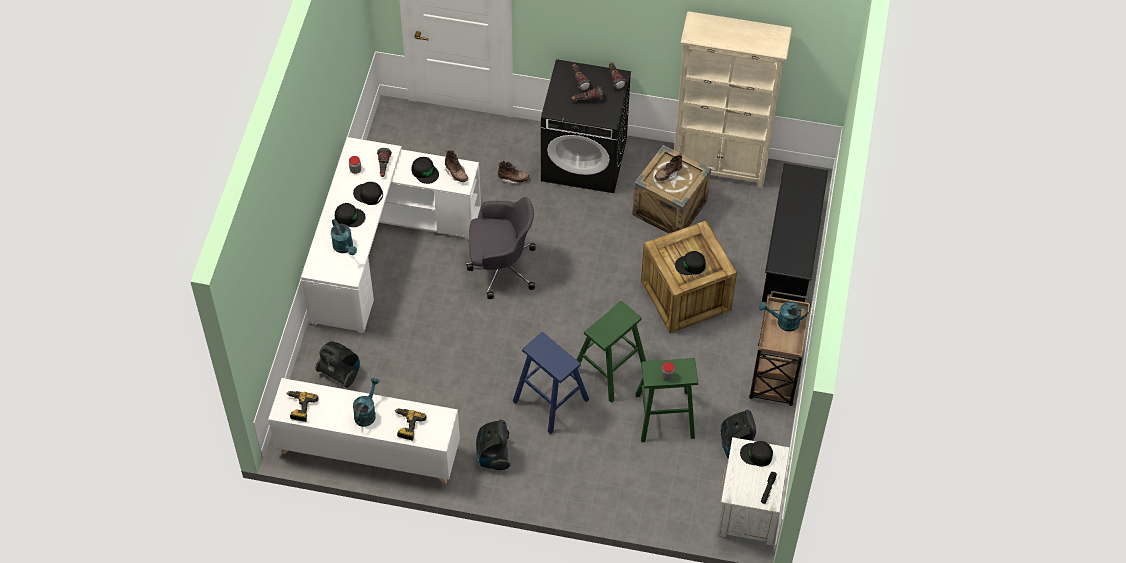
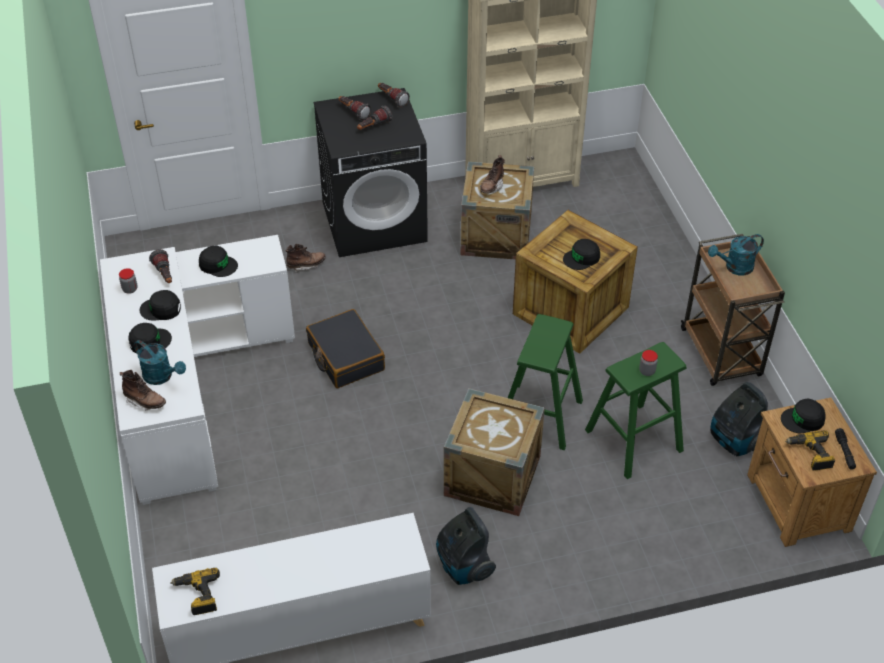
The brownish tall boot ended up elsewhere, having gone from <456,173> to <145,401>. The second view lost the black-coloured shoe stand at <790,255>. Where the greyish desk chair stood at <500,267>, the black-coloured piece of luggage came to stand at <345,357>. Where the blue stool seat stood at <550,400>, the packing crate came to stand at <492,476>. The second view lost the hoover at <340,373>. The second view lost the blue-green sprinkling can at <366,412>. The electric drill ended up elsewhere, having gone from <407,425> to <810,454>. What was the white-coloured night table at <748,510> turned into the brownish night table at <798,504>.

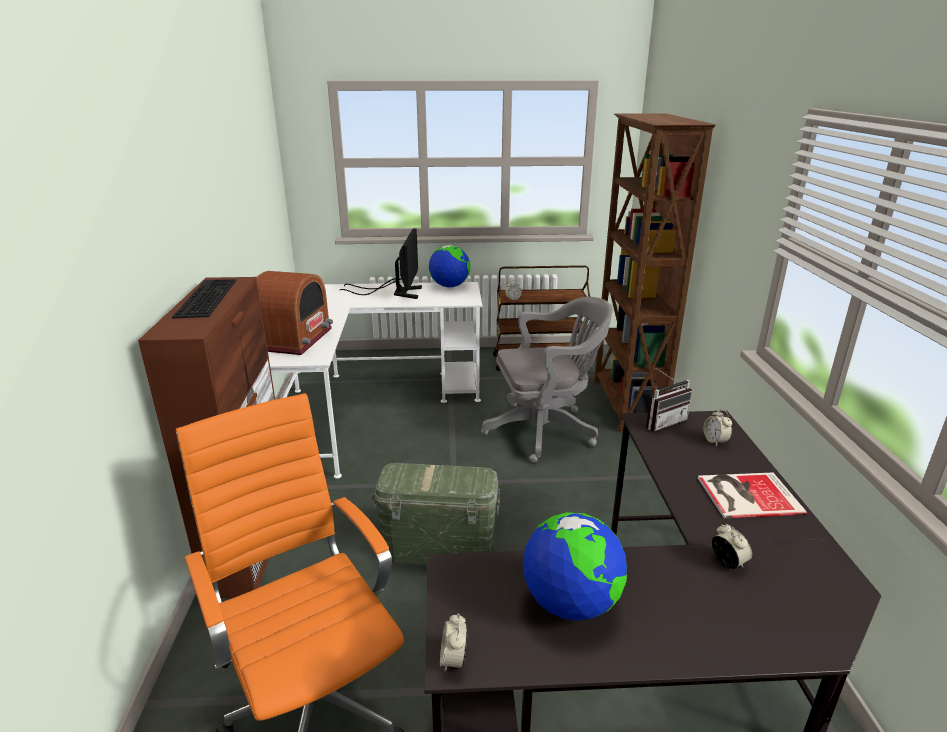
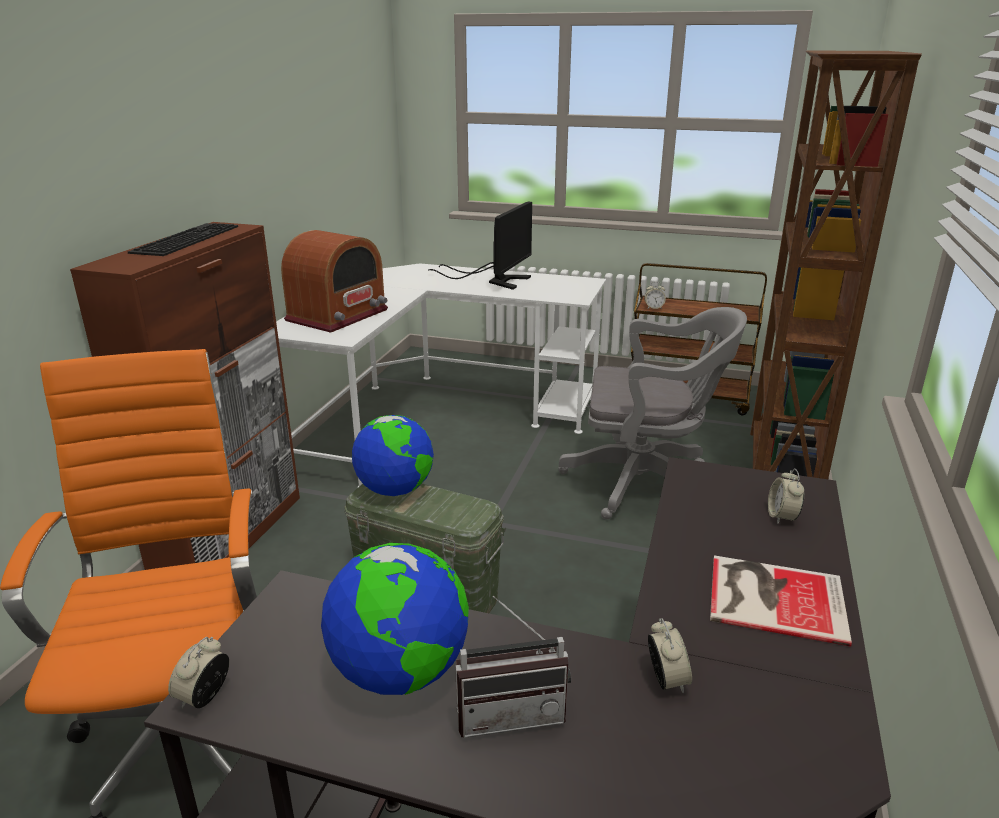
The desk globe ended up elsewhere, having gone from <449,286> to <395,490>. The radio receiver ended up elsewhere, having gone from <662,421> to <510,712>.

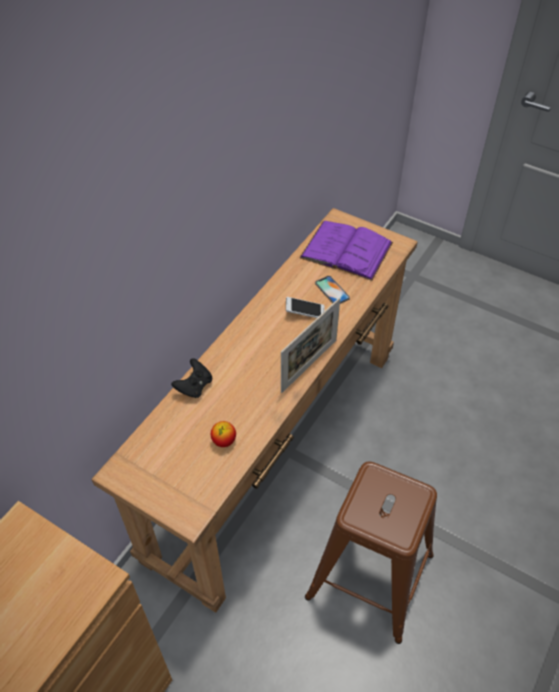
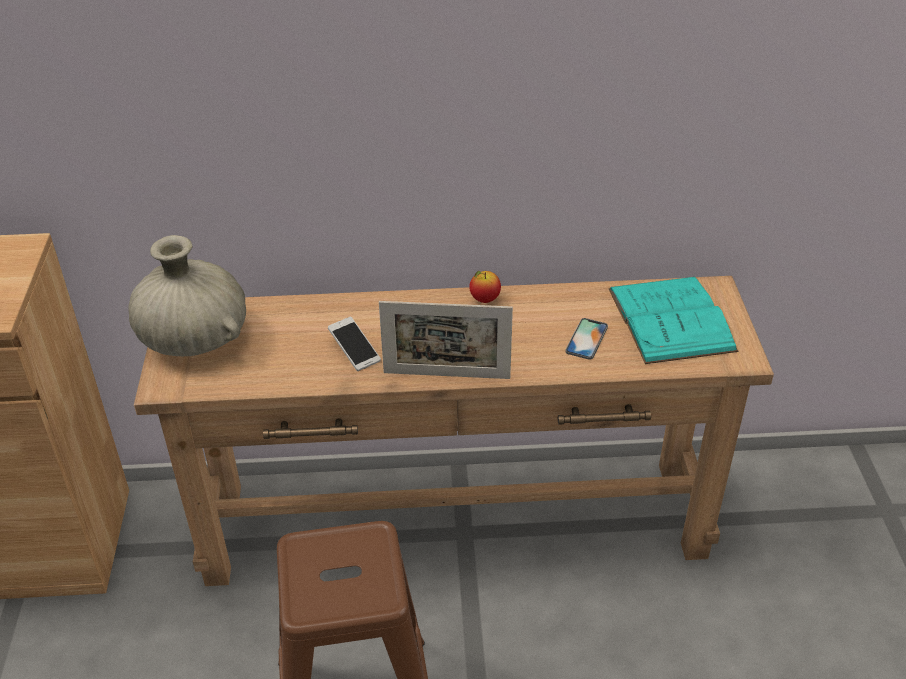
What was the purple-coloured volume at <346,250> turned into the blue-green volume at <670,319>. The telephone ended up elsewhere, having gone from <305,312> to <354,350>. The second view lost the black-coloured gamepad at <194,386>. The apple ended up elsewhere, having gone from <224,441> to <484,299>. The second view gained the beige-coloured decorative vase at <194,339>.

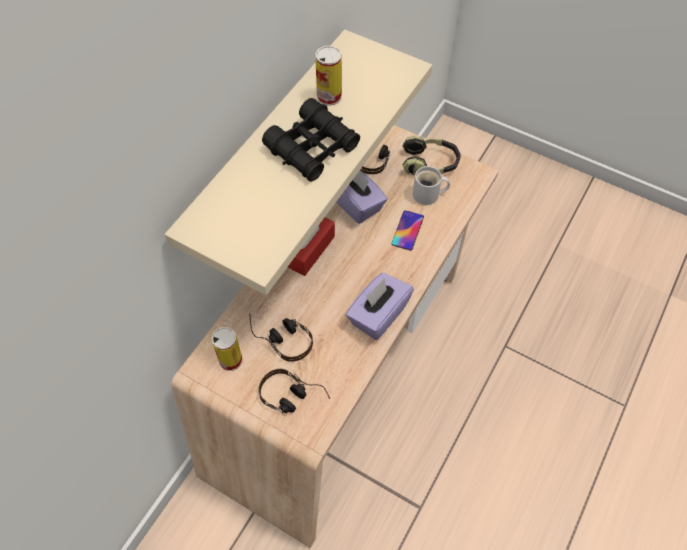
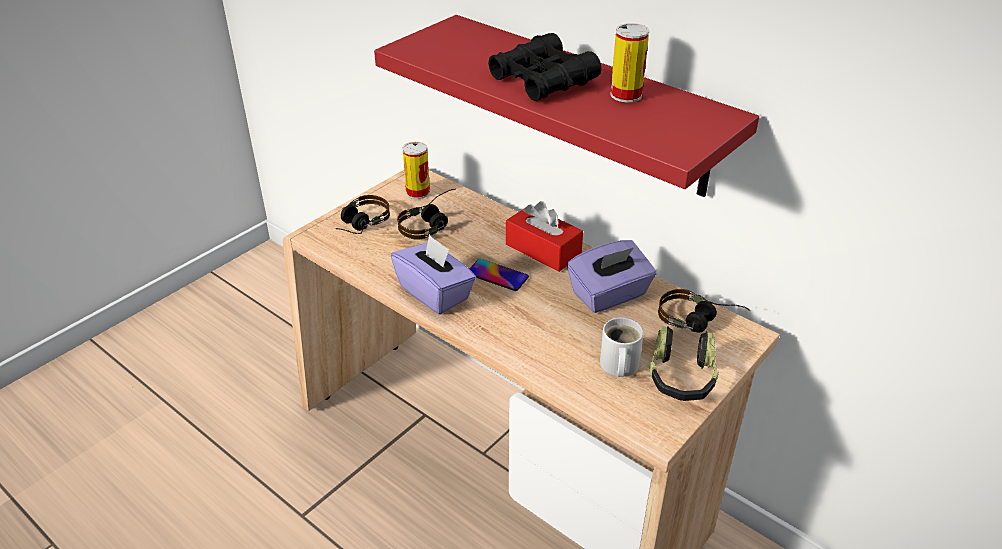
What was the beige-coloured wall shelf at <267,150> turned into the reddish wall shelf at <588,105>. The telephone ended up elsewhere, having gone from <407,230> to <497,275>.

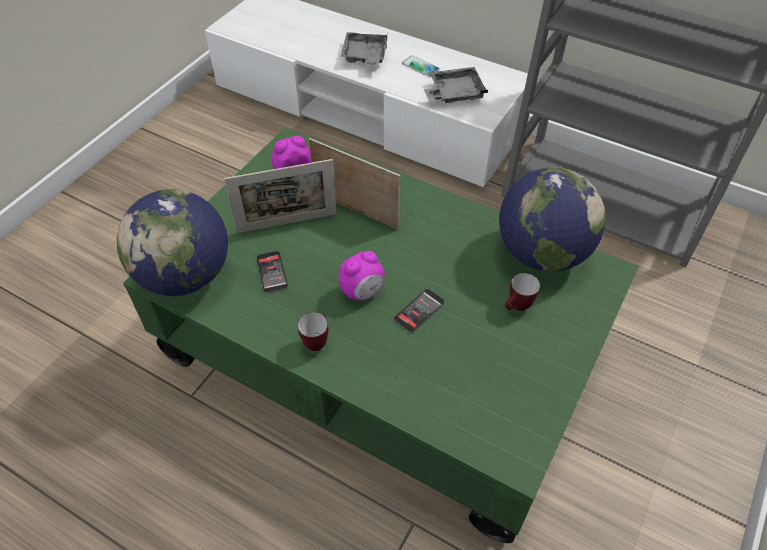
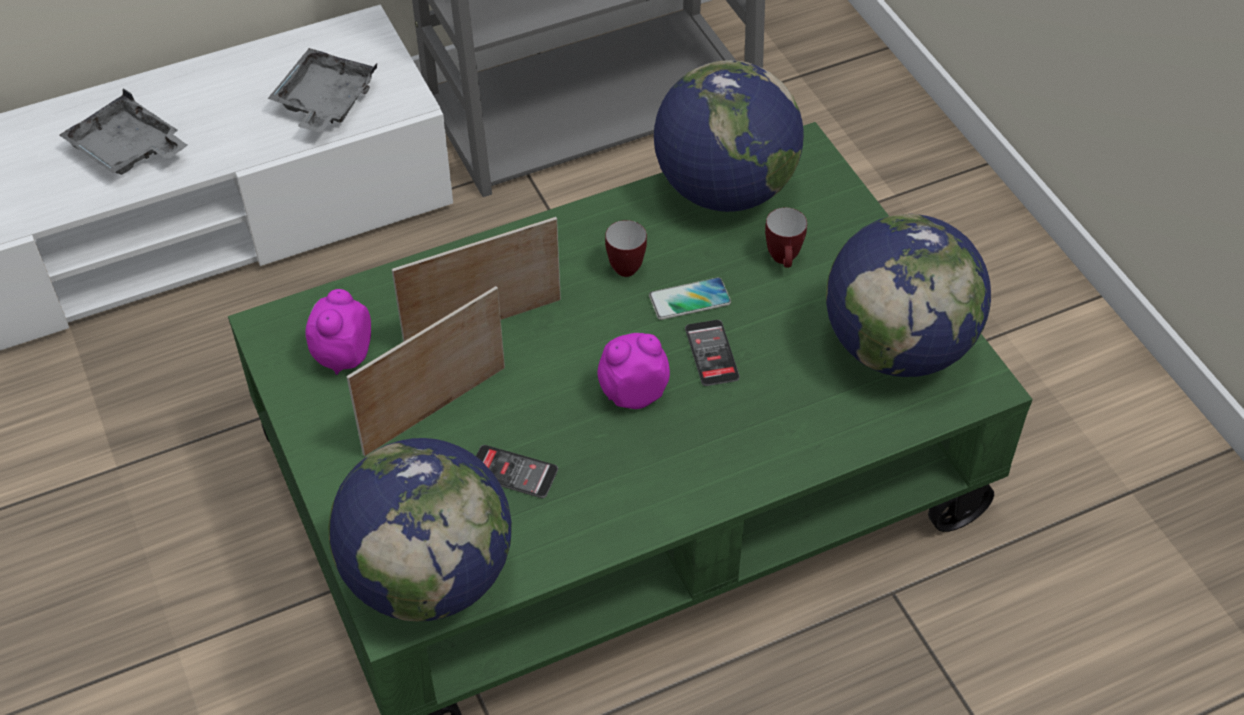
The telephone ended up elsewhere, having gone from <420,67> to <689,300>. The picture frame at <287,223> ended up facing another way, 150 degrees counterclockwise from before. The alarm clock at <362,292> ended up facing another way, 105 degrees counterclockwise from before. The mug ended up elsewhere, having gone from <317,341> to <621,266>. The second view gained the desk globe at <897,347>.

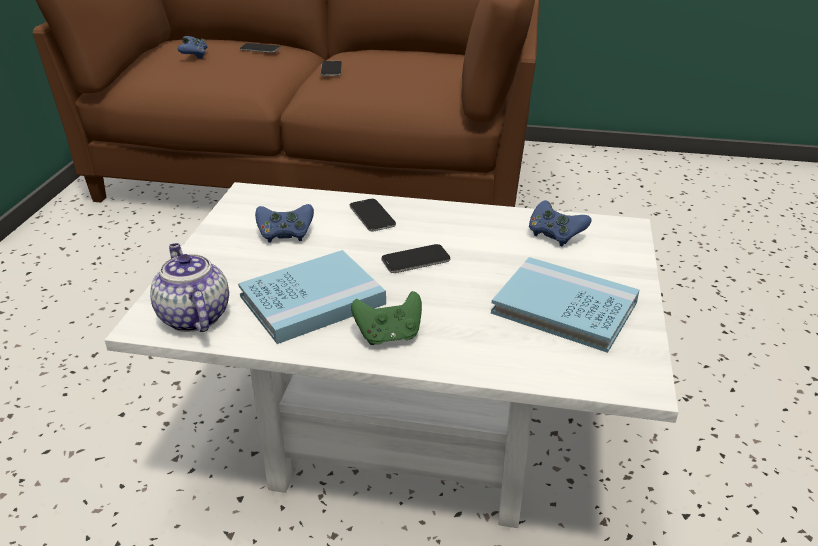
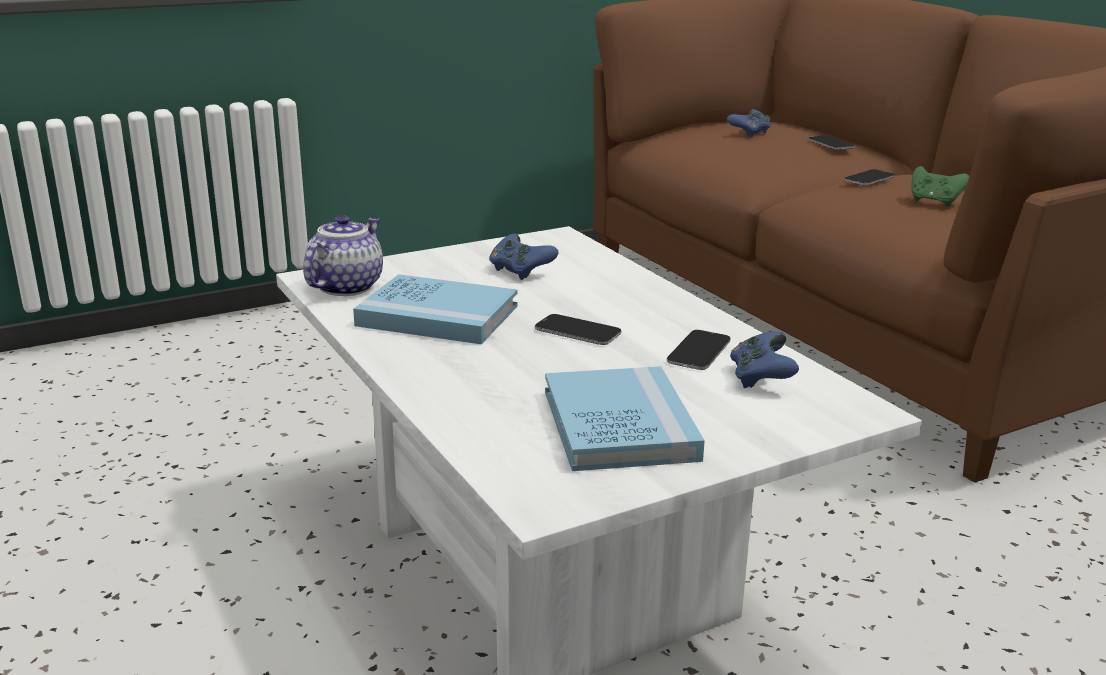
The telephone ended up elsewhere, having gone from <372,216> to <699,352>. The greenish gamepad ended up elsewhere, having gone from <389,336> to <934,202>.

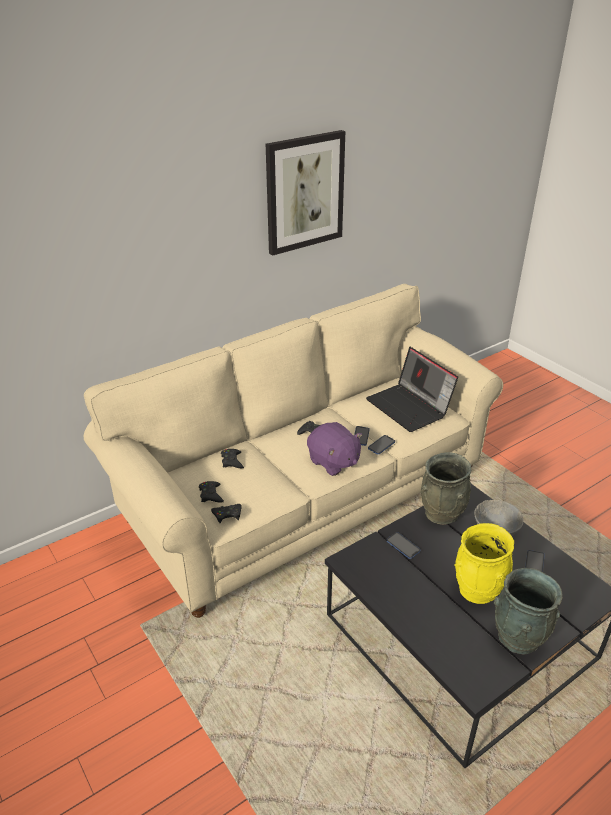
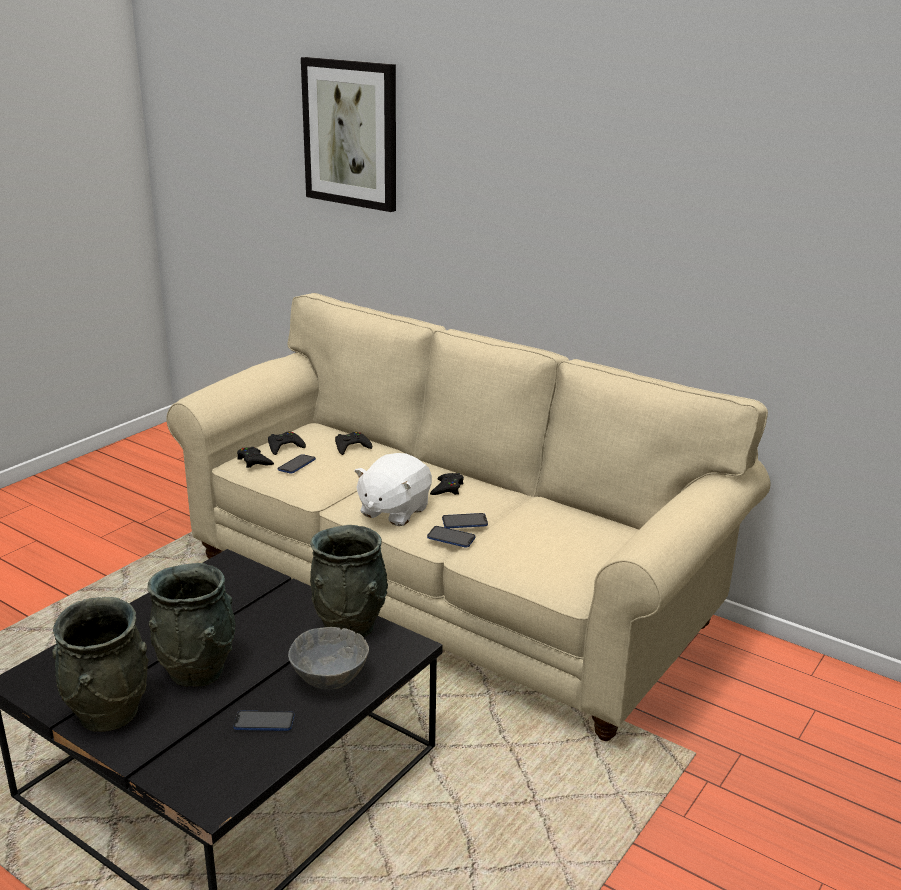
The picture ended up elsewhere, having gone from <304,192> to <351,133>. The second view lost the portable computer at <410,407>. What was the purple-coloured soft toy at <333,462> turned into the white-coloured soft toy at <393,511>. What was the yellow-coloured decorative vase at <478,589> turned into the greyish decorative vase at <198,670>. The telephone ended up elsewhere, having gone from <403,546> to <296,465>.

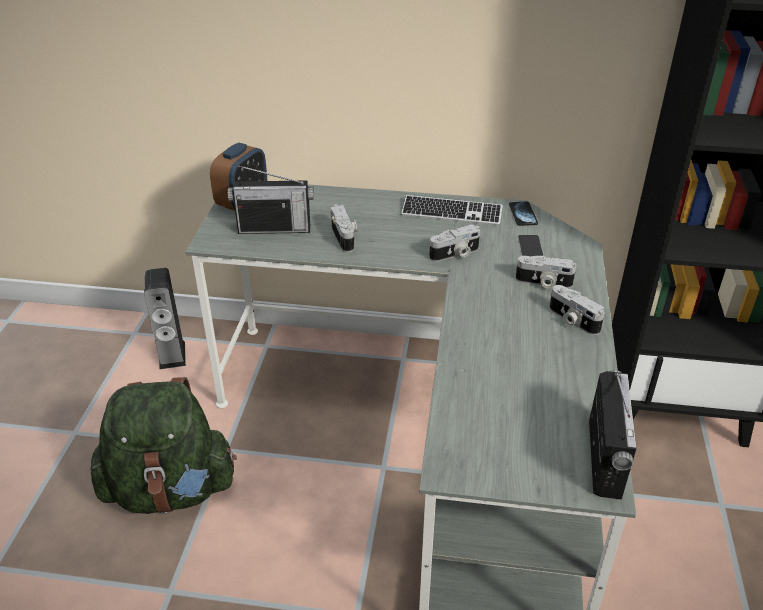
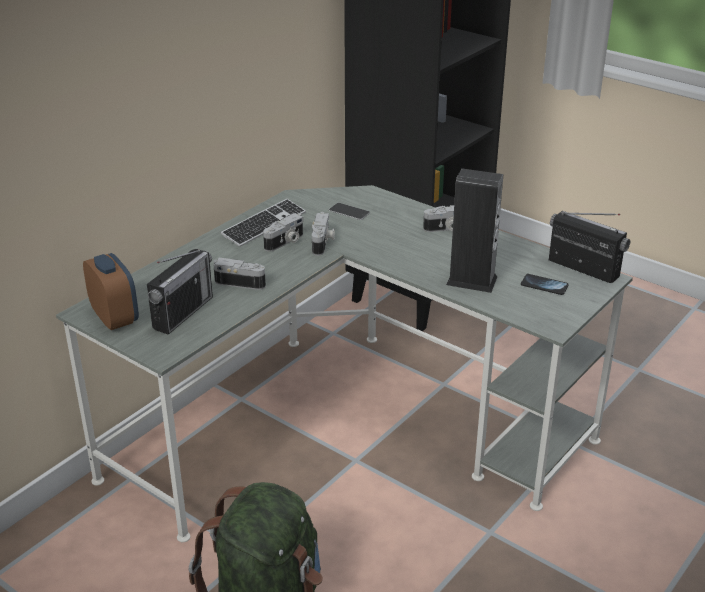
The telephone ended up elsewhere, having gone from <523,215> to <544,285>. The still camera ended up elsewhere, having gone from <543,283> to <285,242>. The loudspeaker ended up elsewhere, having gone from <172,355> to <471,280>.

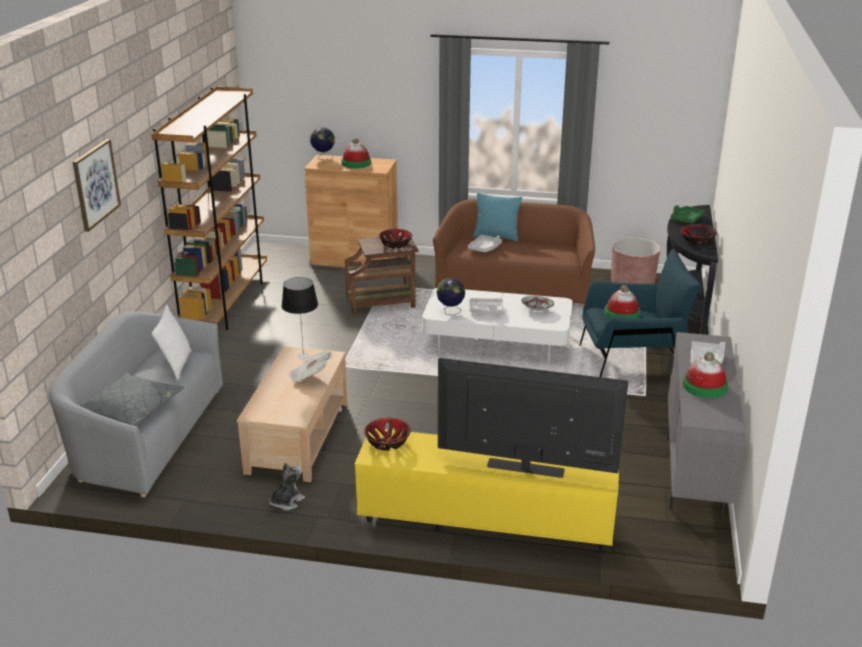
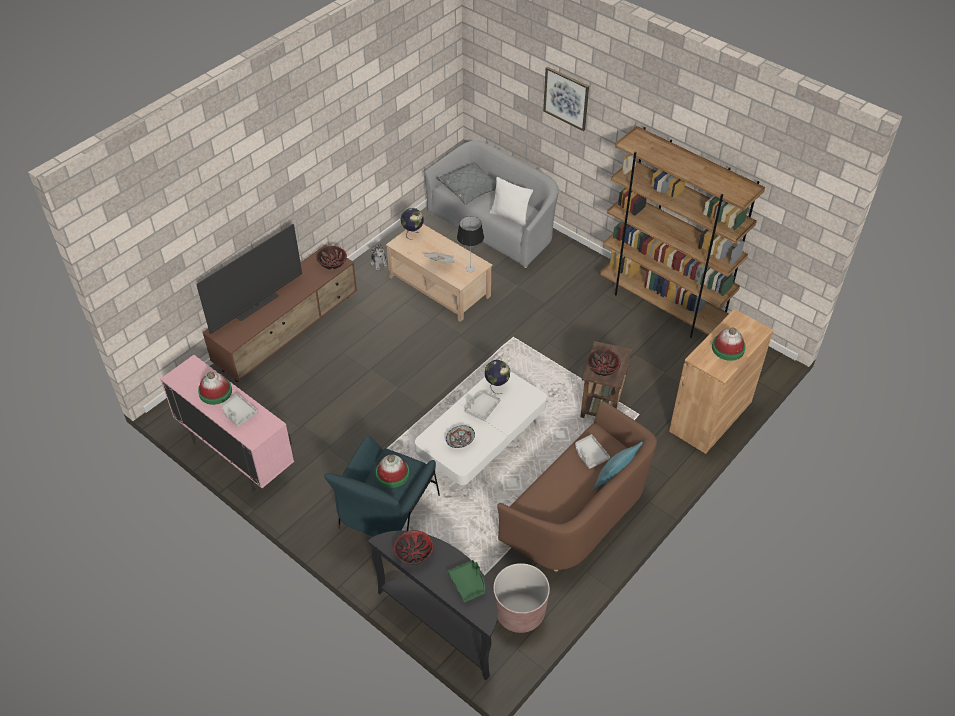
The desk globe ended up elsewhere, having gone from <323,158> to <413,233>. What was the greyish storage cabinet at <693,475> turned into the pink storage cabinet at <237,455>. What was the yellow-coloured tv unit at <484,523> turned into the brownish tv unit at <288,332>.

